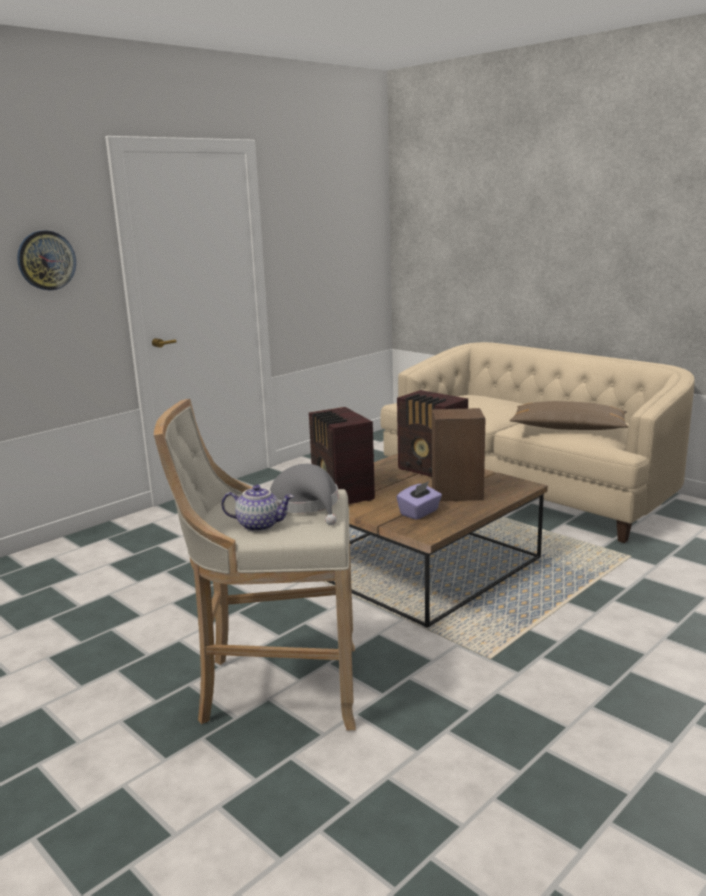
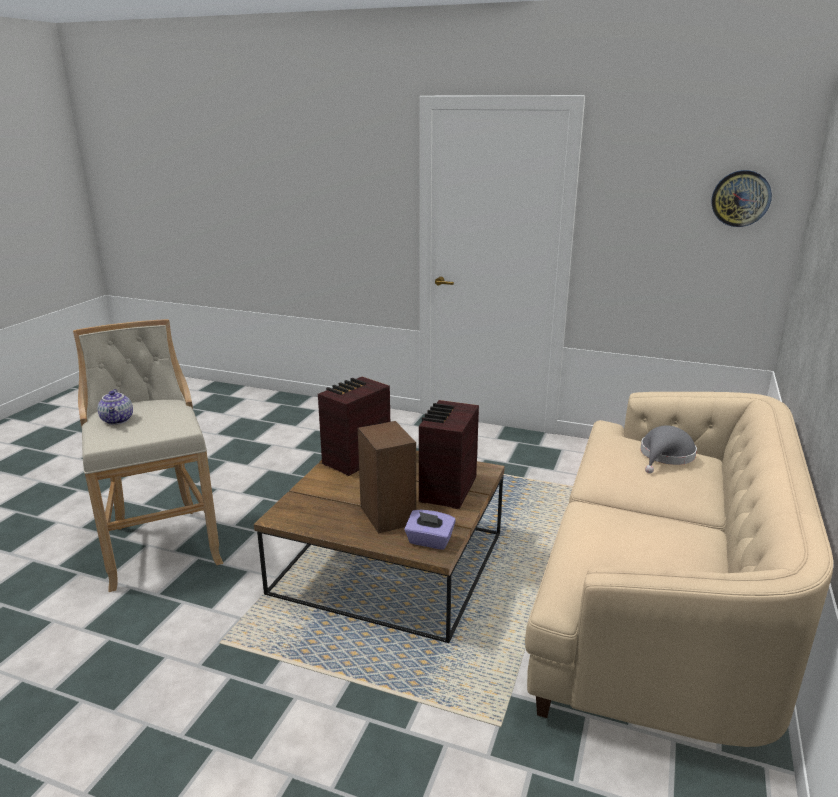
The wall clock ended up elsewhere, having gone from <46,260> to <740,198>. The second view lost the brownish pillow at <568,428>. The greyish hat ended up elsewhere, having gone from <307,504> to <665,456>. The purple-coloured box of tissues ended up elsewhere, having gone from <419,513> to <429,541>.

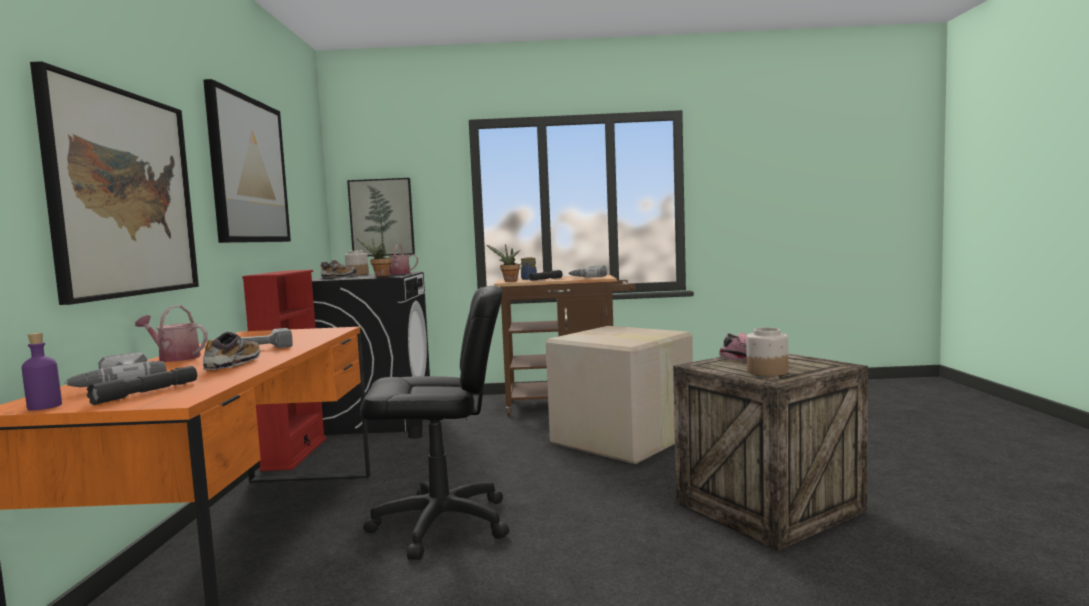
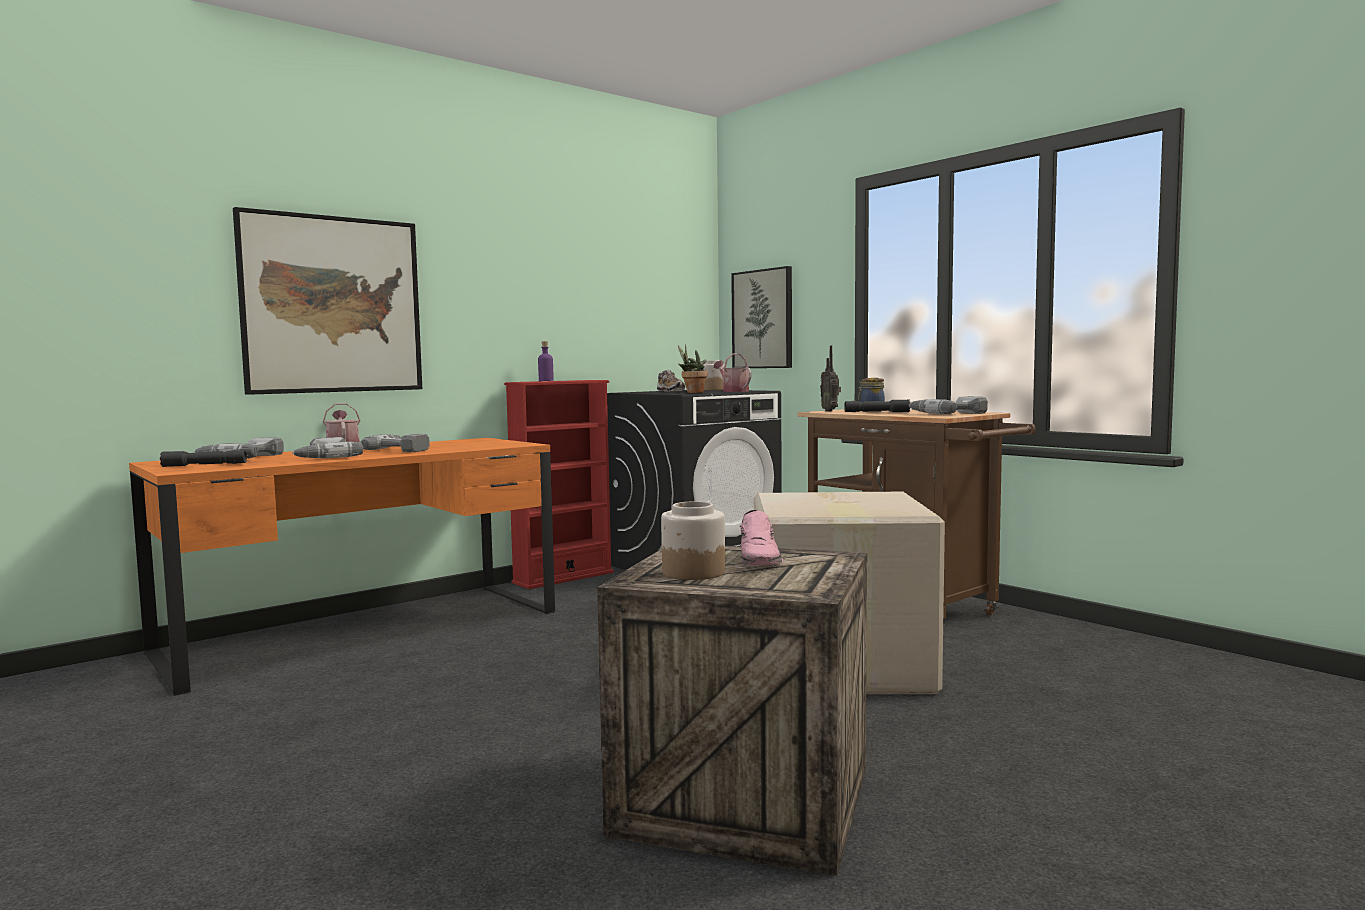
The second view lost the picture at <248,170>. Where the potted plant stood at <509,281>, the radio receiver came to stand at <830,411>. The second view lost the black-coloured desk chair at <442,524>. Where the item of footwear stood at <233,364>, the electric drill came to stand at <322,457>. The purple-coloured bottle ended up elsewhere, having gone from <44,406> to <546,380>.

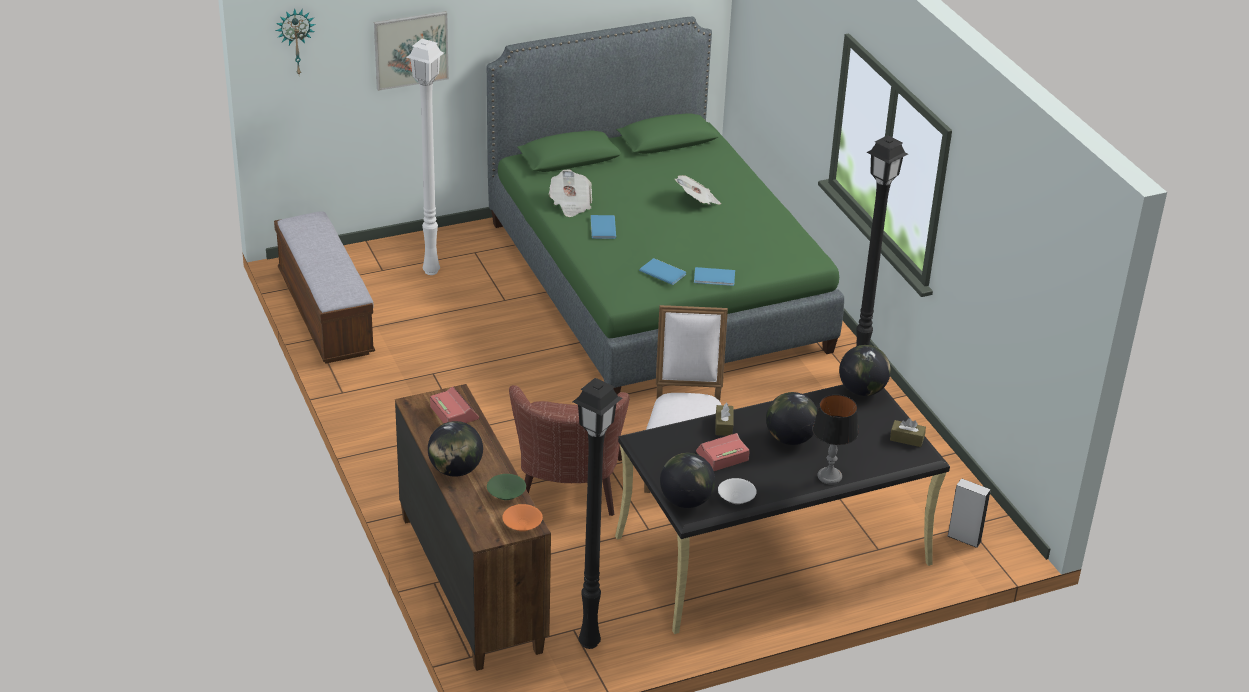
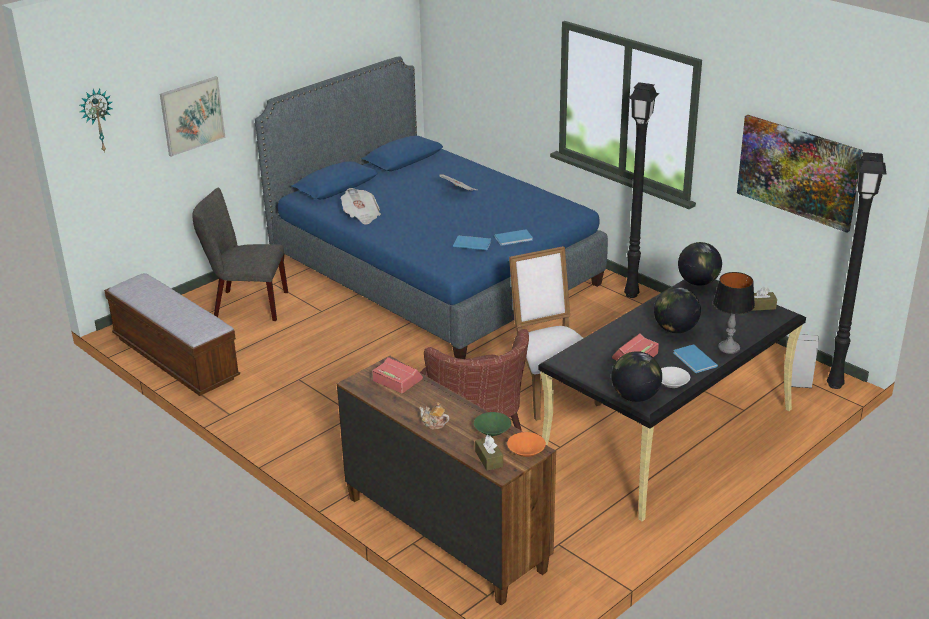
What was the greenish sleeping bed at <654,285> turned into the blue sleeping bed at <433,272>. Where the white-coloured floor lamp stood at <431,270>, the greyish chair came to stand at <245,305>. The blue volume ended up elsewhere, having gone from <602,228> to <694,360>. The black-coloured floor lamp ended up elsewhere, having gone from <587,643> to <833,385>. The brownish box of tissues ended up elsewhere, having gone from <724,426> to <489,459>. Where the desk globe stood at <455,470>, the tea pot came to stand at <433,424>. The second view gained the picture at <798,171>.

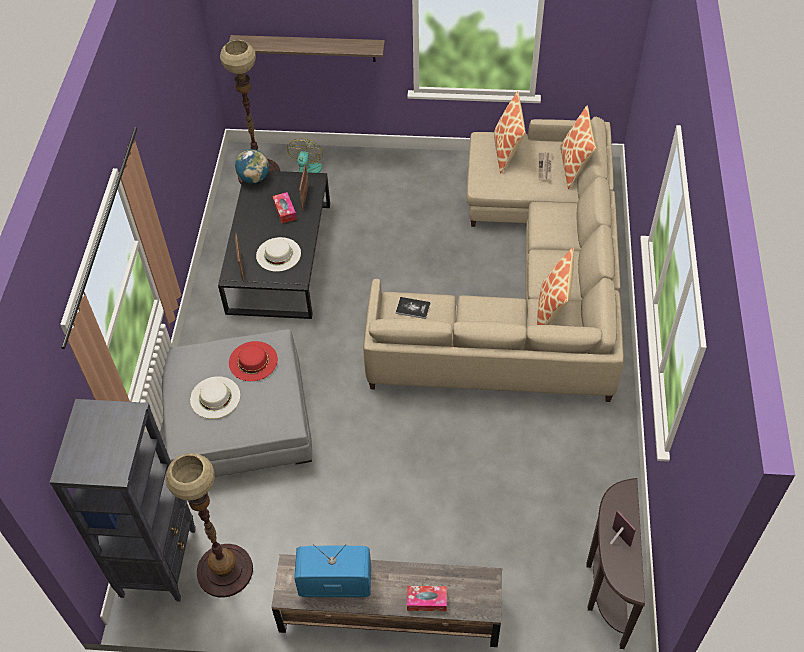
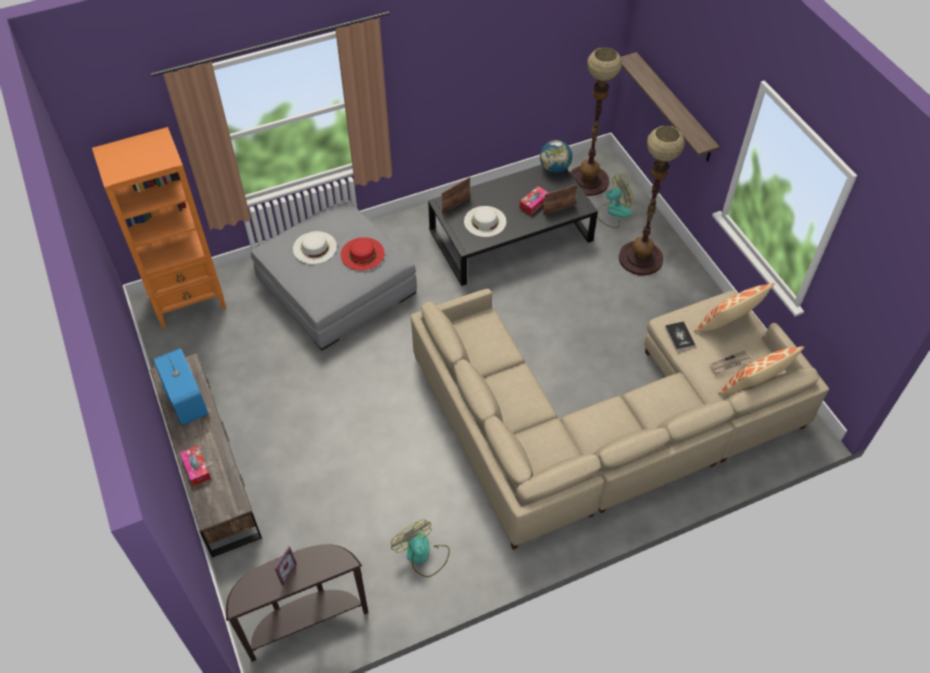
The second view lost the pillow at <552,310>. The volume ended up elsewhere, having gone from <413,308> to <679,336>. What was the black-coloured bookshelf at <159,562> turned into the orangey bookshelf at <189,300>. The floor lamp ended up elsewhere, having gone from <225,570> to <640,258>. The second view gained the fan at <422,555>.

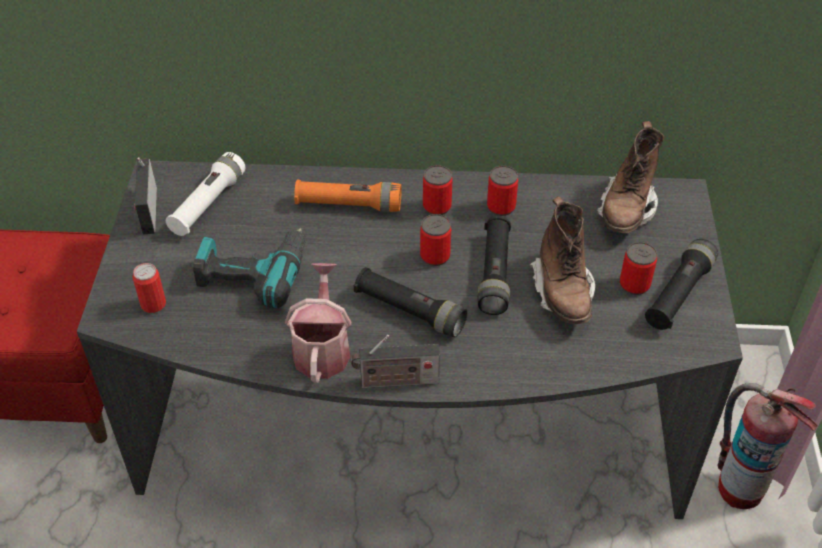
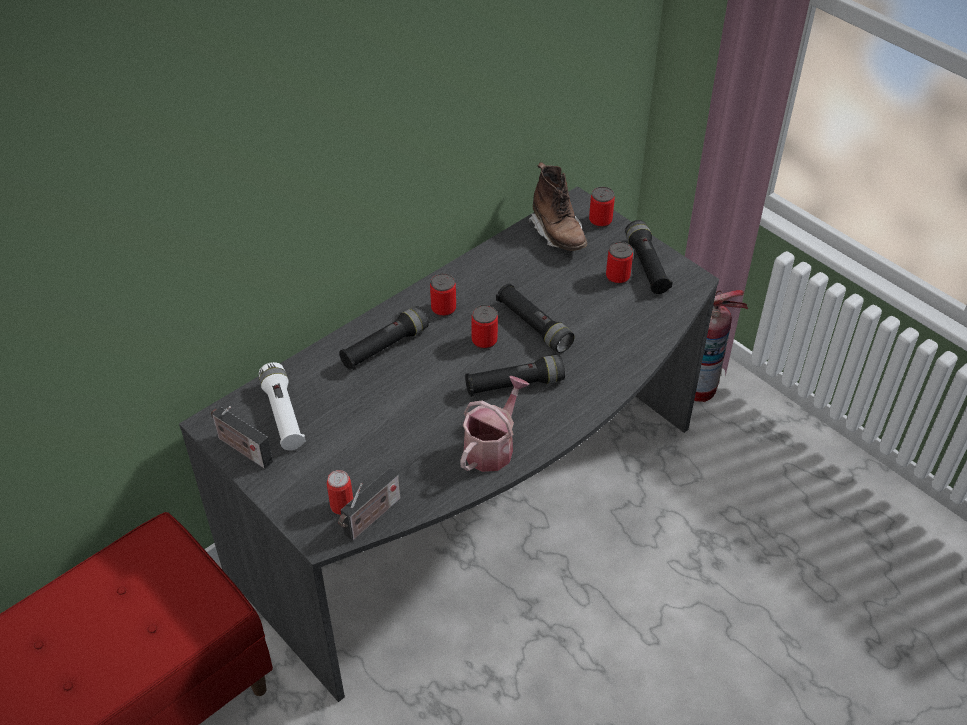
The metal can ended up elsewhere, having gone from <501,207> to <600,221>. What was the orangey torch at <348,205> turned into the black-coloured torch at <384,347>. The second view lost the brownish tall boot at <562,292>. The second view lost the electric drill at <253,272>. The sprinkling can at <322,348> ended up facing another way, 75 degrees clockwise from before. The radio receiver ended up elsewhere, having gone from <395,381> to <370,519>.

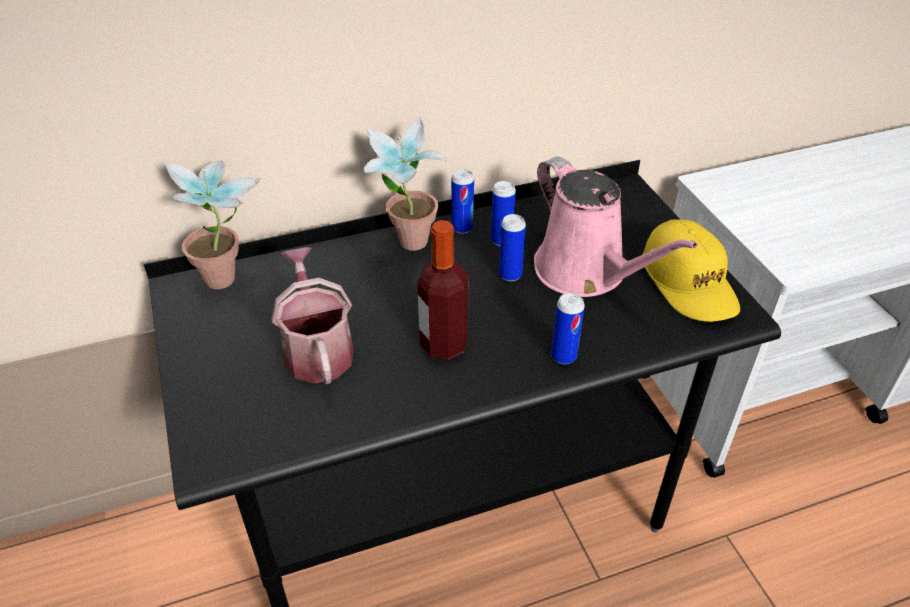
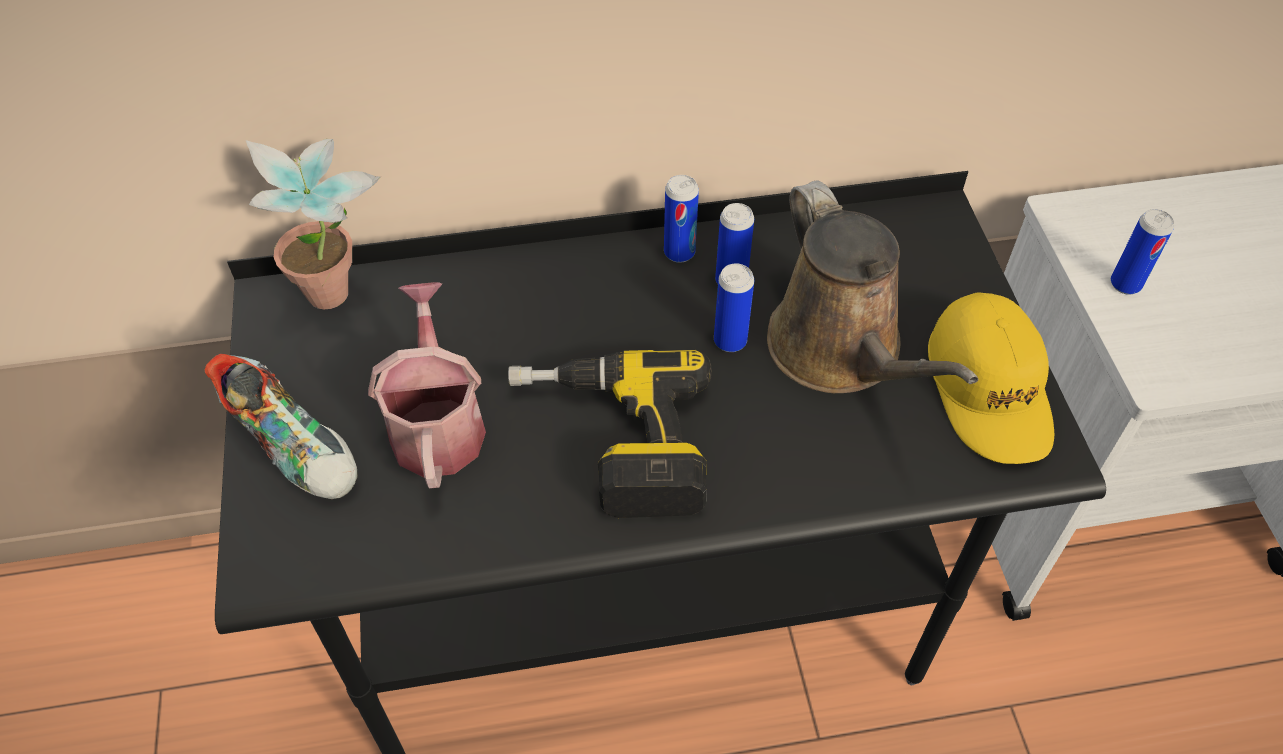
The second view lost the potted plant at <407,248>. What was the pink sprinkling can at <586,272> turned into the brownish sprinkling can at <841,352>. Where the bottle stood at <443,344>, the electric drill came to stand at <610,442>. The metal can ended up elsewhere, having gone from <563,356> to <1125,284>. The second view gained the item of footwear at <297,446>.

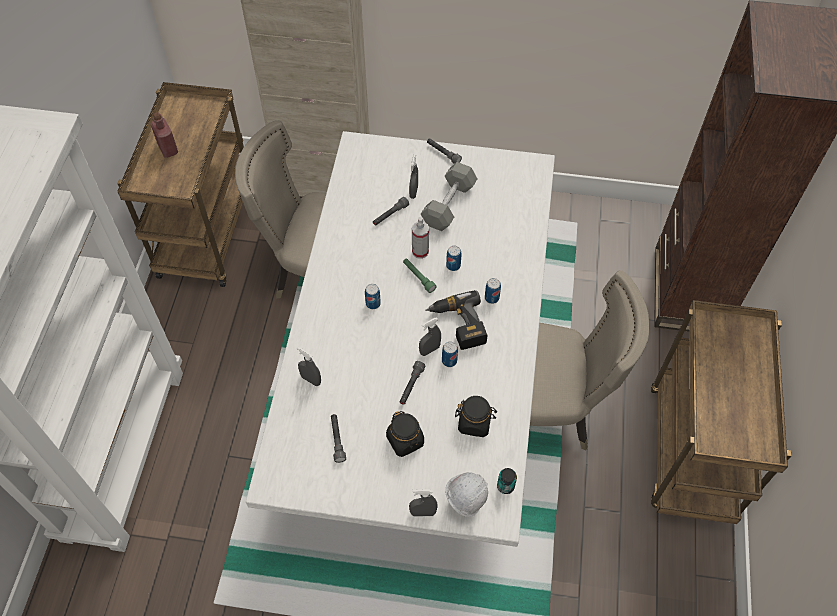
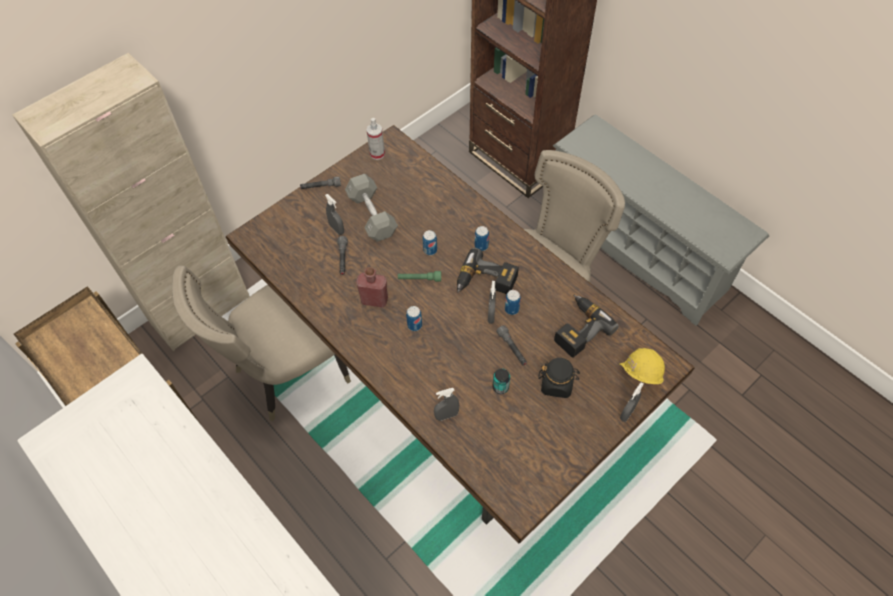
The reddish bottle ended up elsewhere, having gone from <168,149> to <374,300>. What was the white-coloured kitchen table at <418,388> turned into the brownish kitchen table at <447,375>. The spray bottle ended up elsewhere, having gone from <420,251> to <377,154>. Where the brownish cart stood at <692,455>, the greyish shoe stand came to stand at <637,248>. Where the black-coloured storage jar stood at <474,423>, the electric drill came to stand at <578,328>. The second view lost the greyish torch at <337,440>. The metal can ended up elsewhere, having gone from <505,486> to <500,387>. What was the white-coloured safety helmet at <464,501> turned into the yellow-coloured safety helmet at <637,379>.

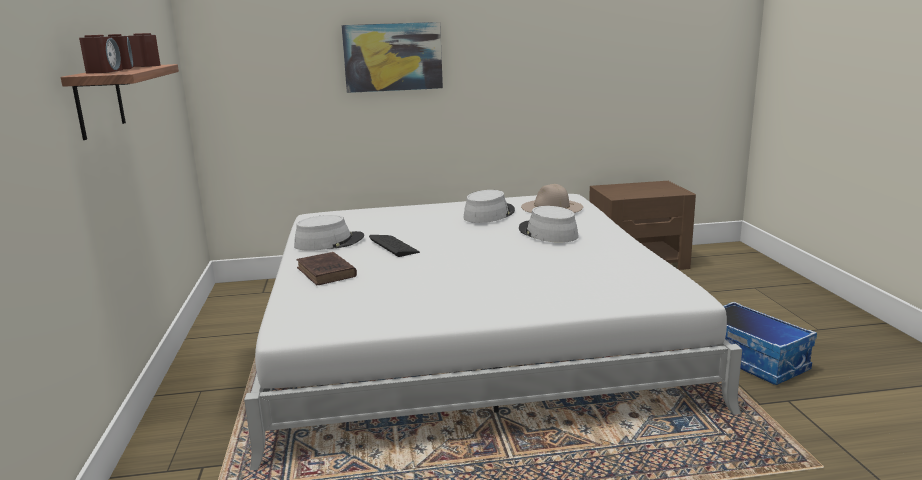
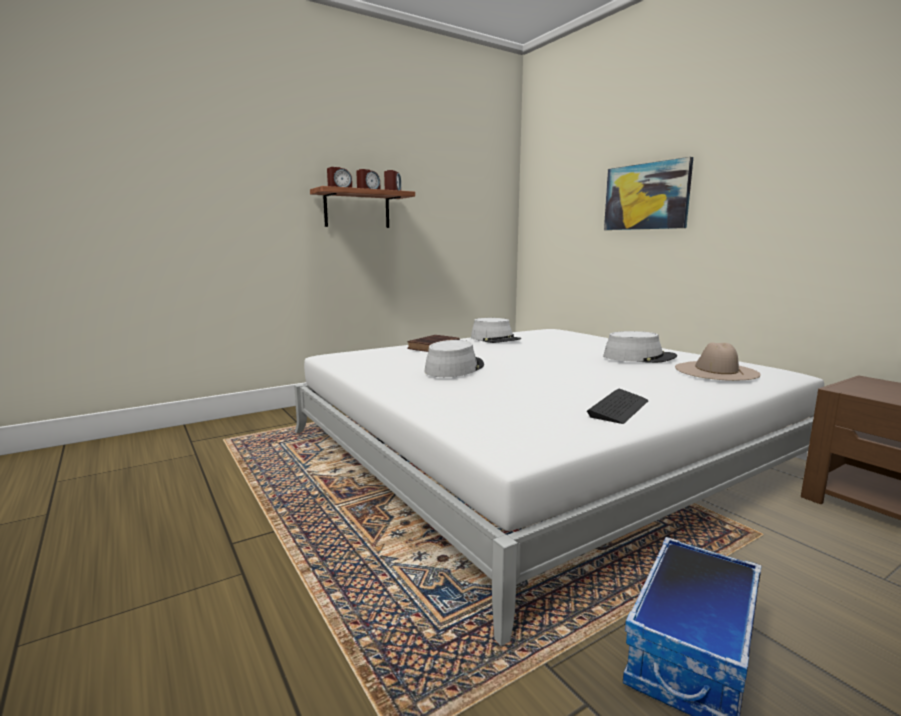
The greyish hat ended up elsewhere, having gone from <547,233> to <454,368>. The computer keyboard ended up elsewhere, having gone from <394,246> to <618,408>.

